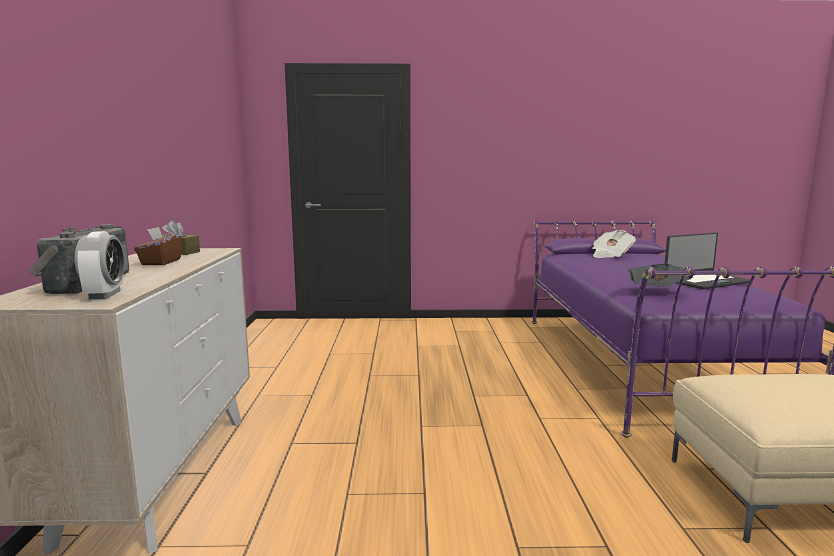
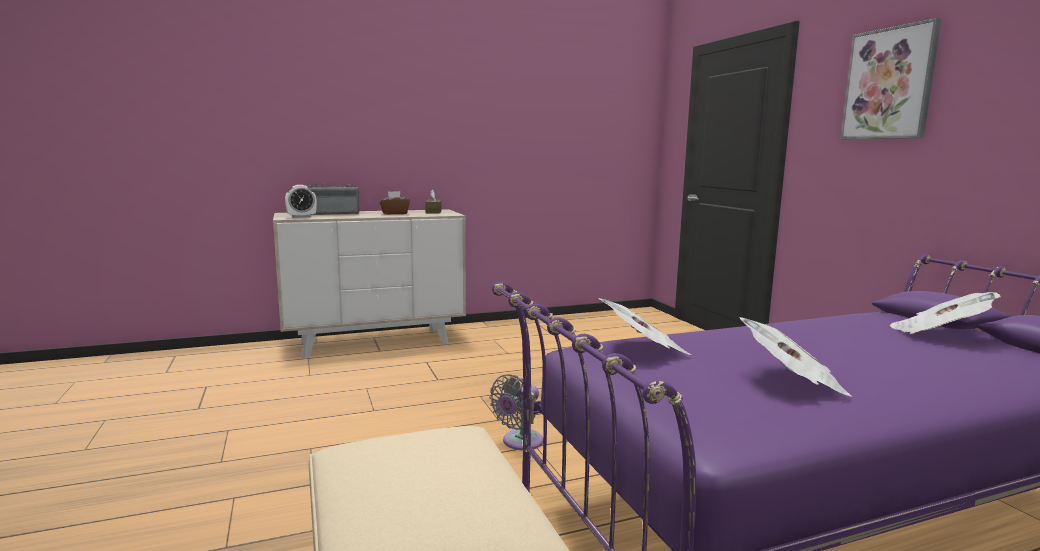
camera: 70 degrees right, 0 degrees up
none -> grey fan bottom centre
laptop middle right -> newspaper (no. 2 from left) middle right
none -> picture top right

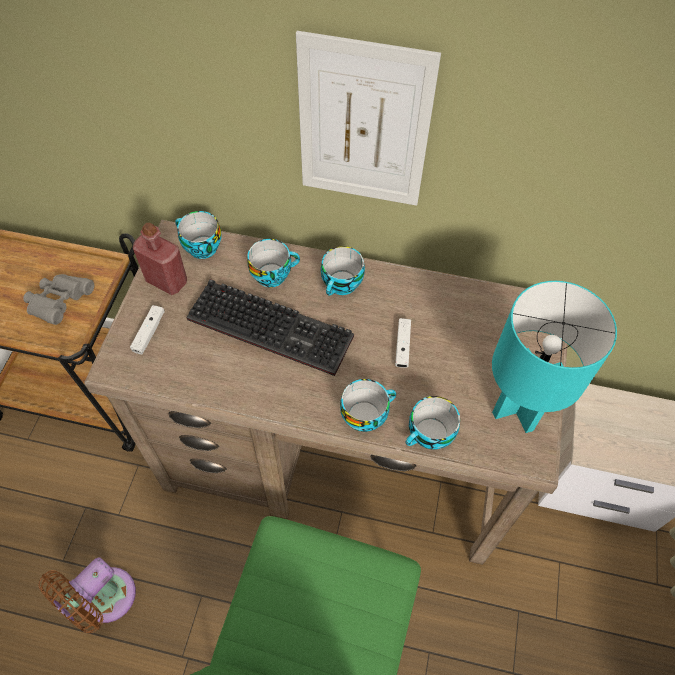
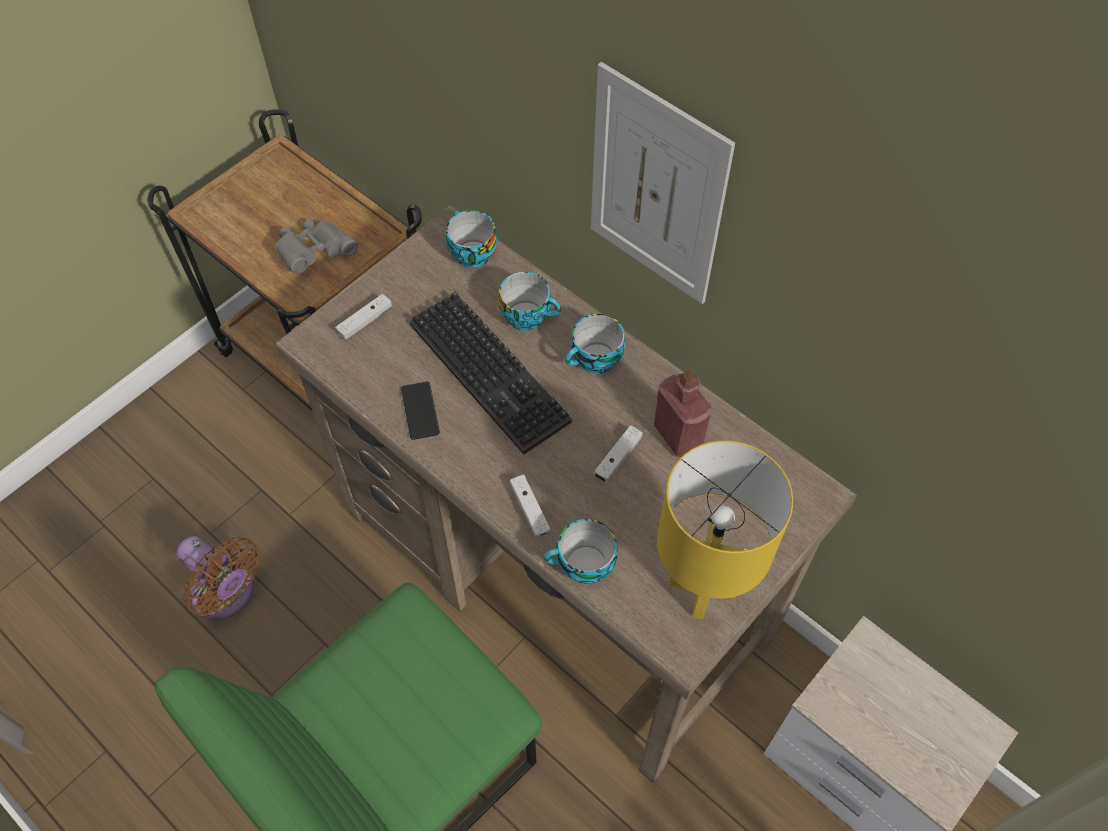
camera: 30 degrees right, 0 degrees up
brown fan bottom left, 120 degrees counterclockwise
none -> phone centre
cup (no. 4 from left) centre -> white game controller (no. 2 from left) centre
red bottle middle left -> red bottle centre, relocated
turquoise table lamp middle right -> yellow table lamp centre

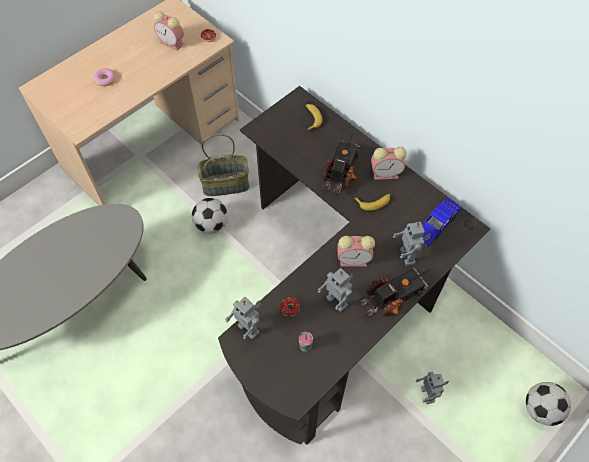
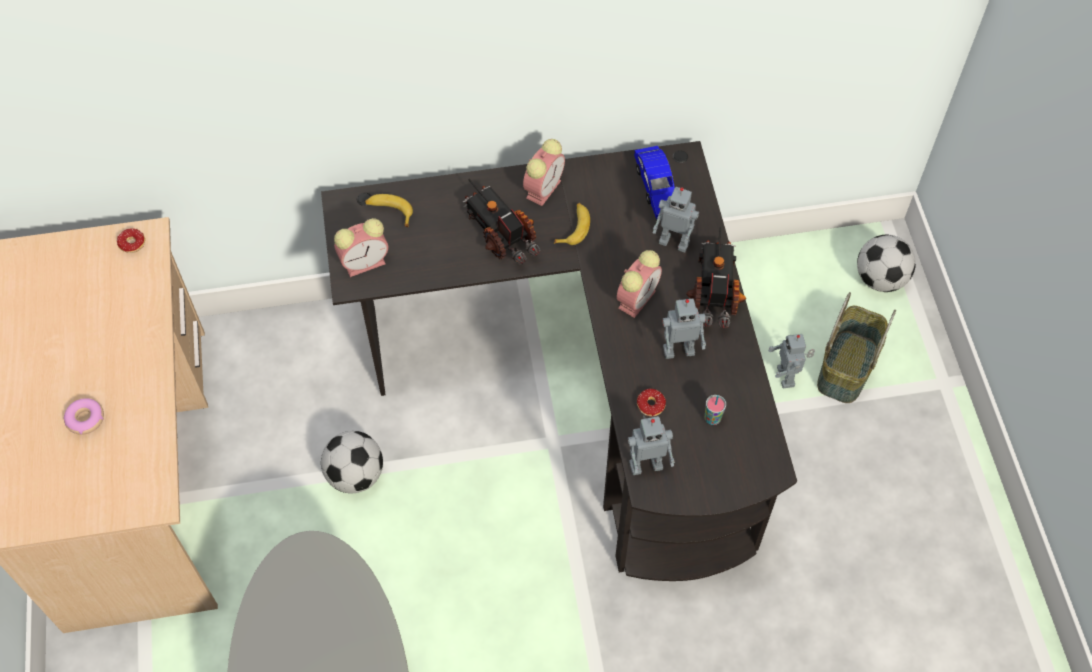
camera: 55 degrees left, 0 degrees up
alarm clock (no. 1 from left) top left -> alarm clock (no. 1 from left) middle left, relocated
toy robot (no. 4 from left) bottom right -> toy robot (no. 4 from left) middle right, 60 degrees clockwise
basket centre -> basket middle right, relocated

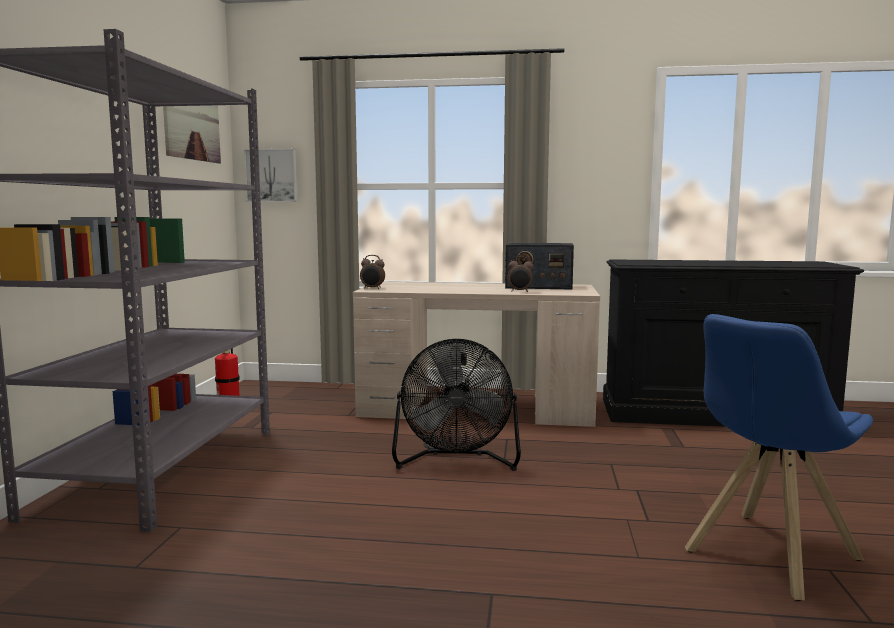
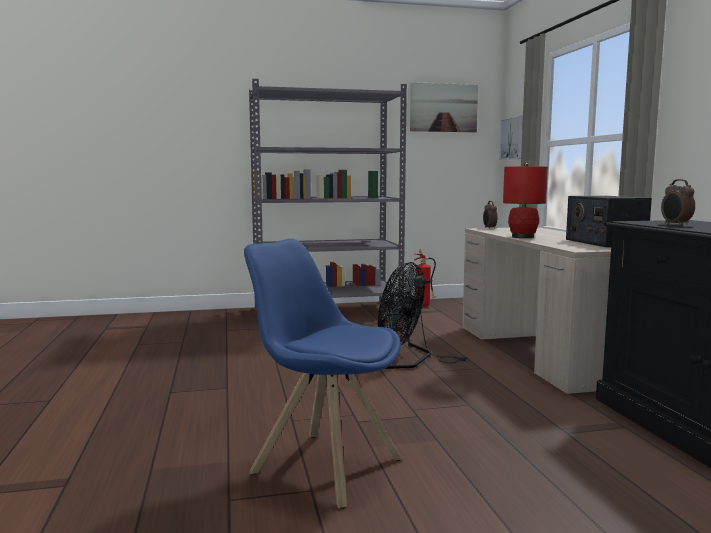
camera: 70 degrees right, 0 degrees up
black fan centre, 45 degrees clockwise
none -> red table lamp middle right
alarm clock (no. 2 from left) centre -> alarm clock (no. 2 from left) middle right, relocated

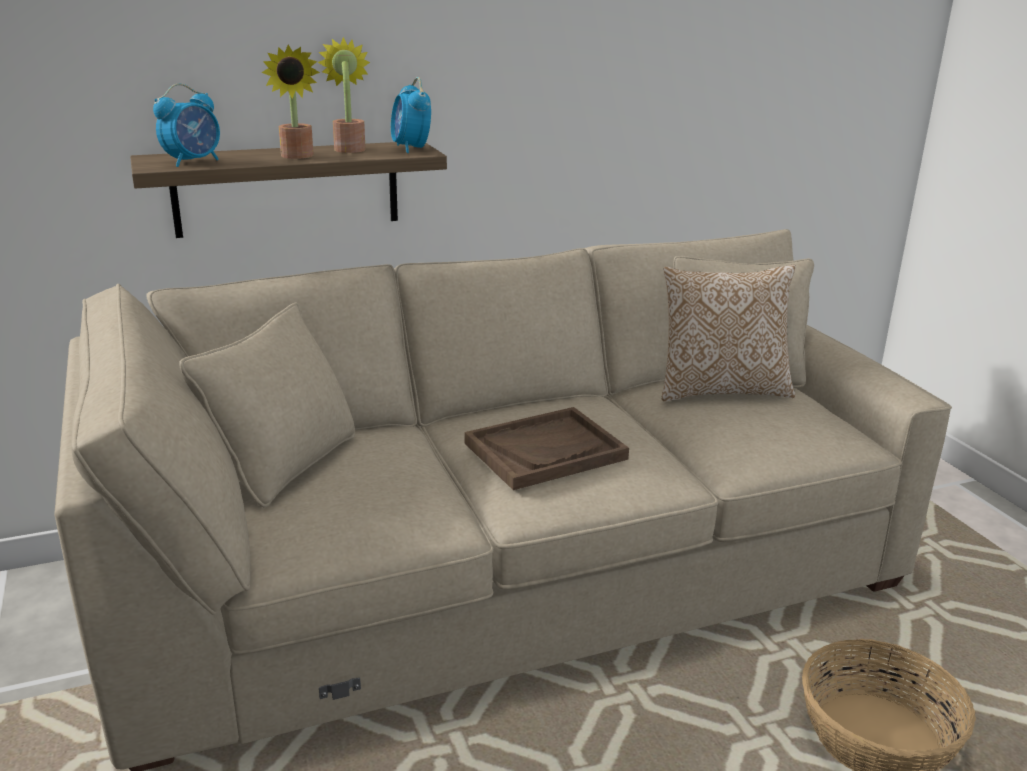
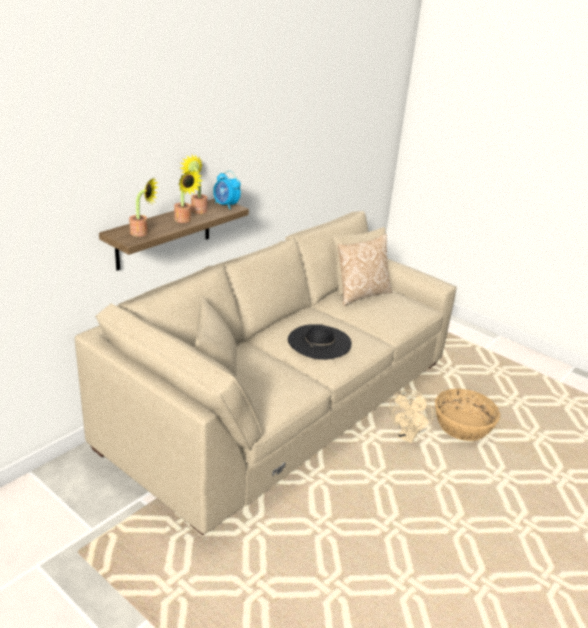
camera: 30 degrees left, 5 degrees up
alarm clock (no. 1 from left) top left -> potted plant (no. 1 from left) top left
brown tray centre -> black hat centre
none -> beige fan middle right

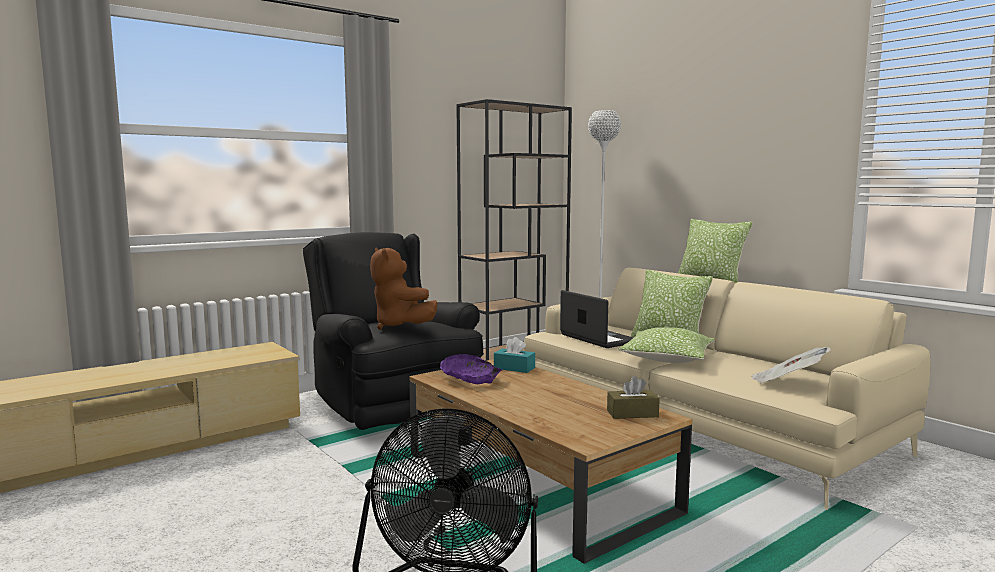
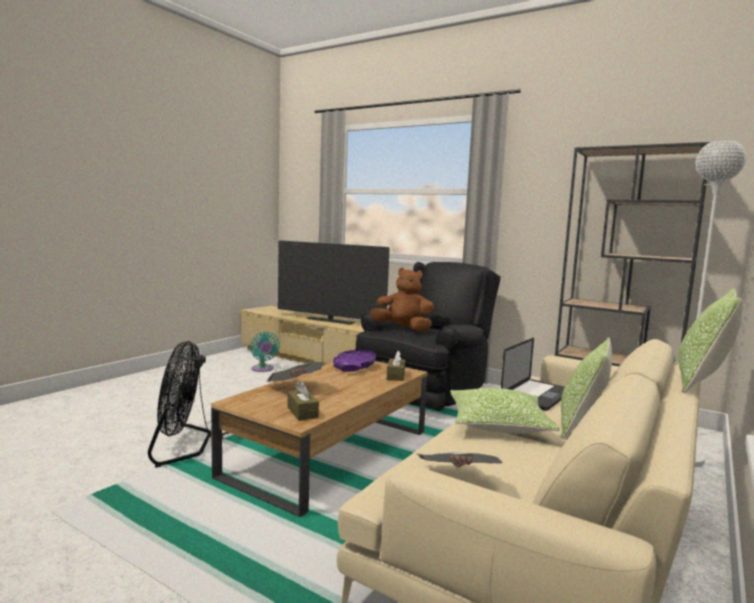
camera: 70 degrees right, 0 degrees up
none -> turquoise fan centre
none -> newspaper (no. 1 from left) centre
none -> television centre
brown plush toy centre, 75 degrees clockwise
turquoise tissue box centre -> brown tissue box (no. 2 from left) centre

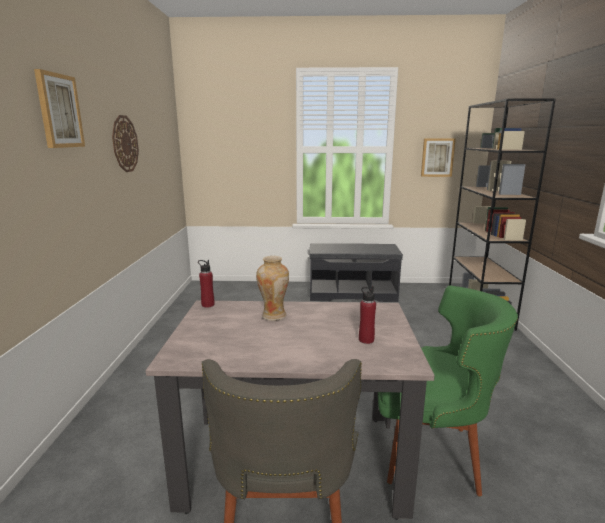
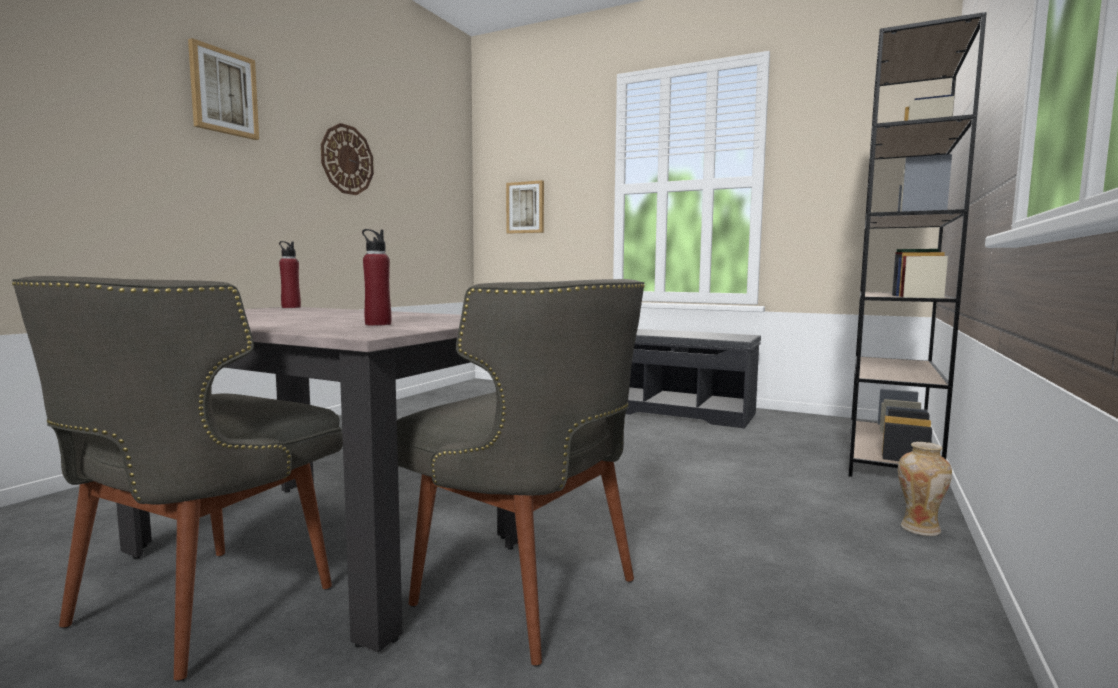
camera: 25 degrees right, 10 degrees down
green chair bottom right -> grey chair (no. 2 from left) bottom centre
picture (no. 2 from left) top right -> picture (no. 2 from left) top centre, relocated
vase centre -> vase bottom right, relocated

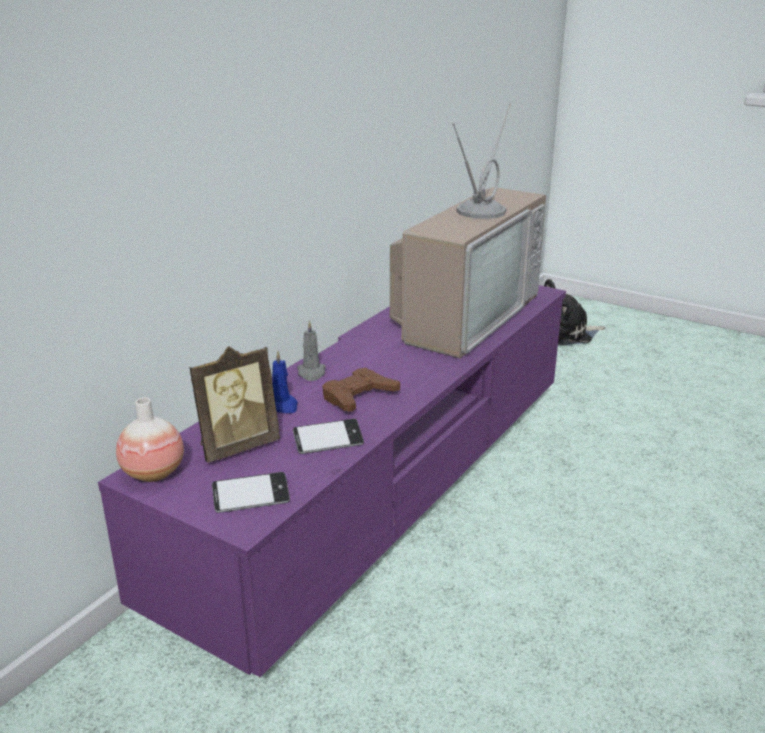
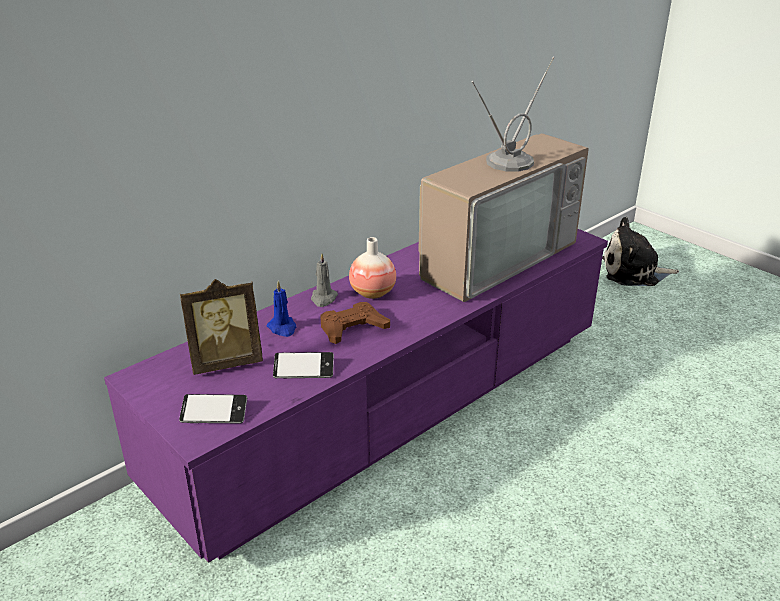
camera: 15 degrees right, 5 degrees up
vase middle left -> vase centre, relocated

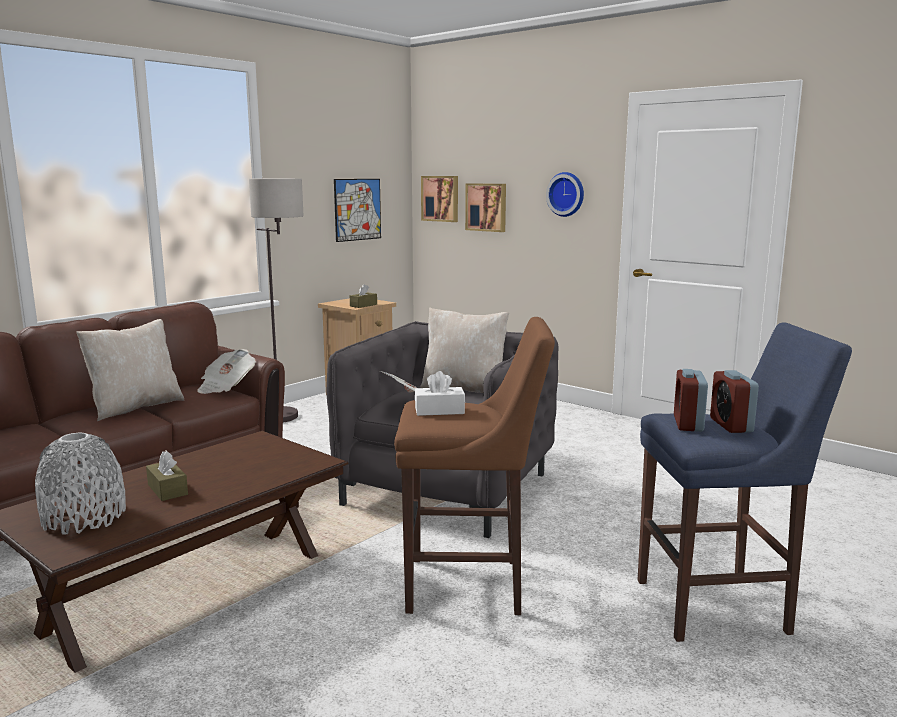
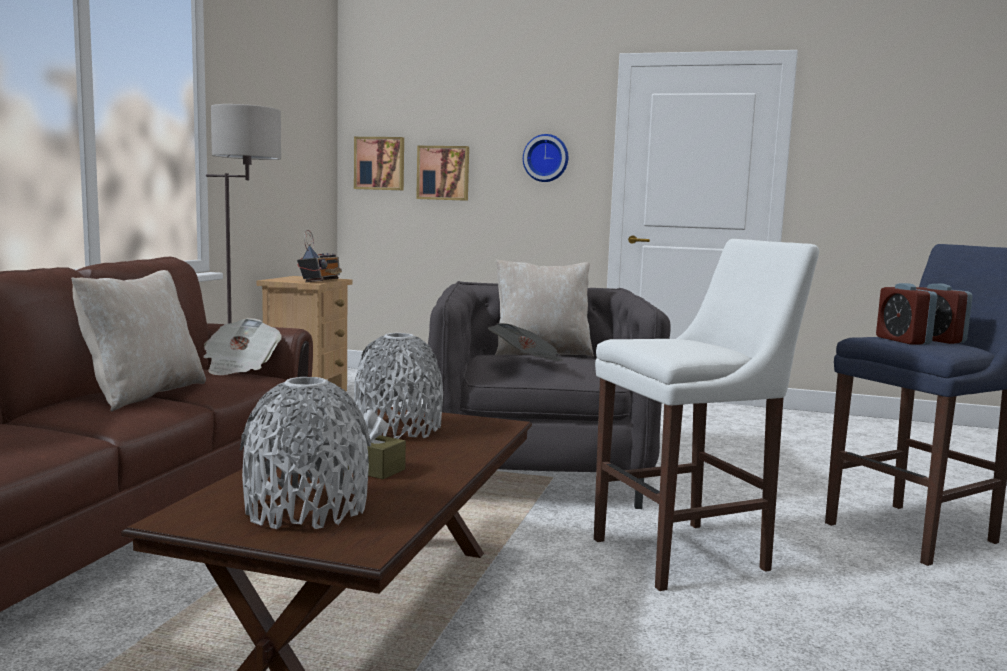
camera: 25 degrees left, 5 degrees down
brown tissue box (no. 2 from left) centre -> radio middle left
none -> grey vase (no. 2 from left) centre
brown stool centre -> white stool middle right
picture (no. 1 from left) top centre -> none
white tissue box centre -> none

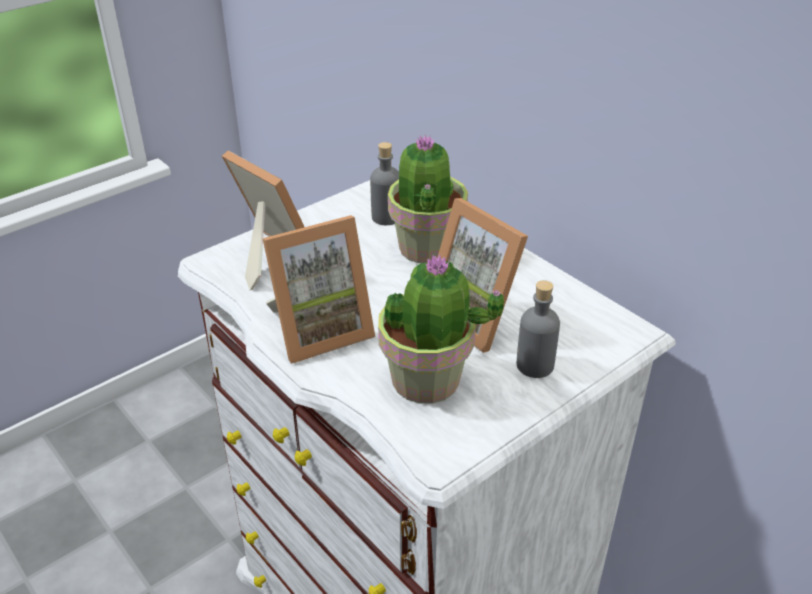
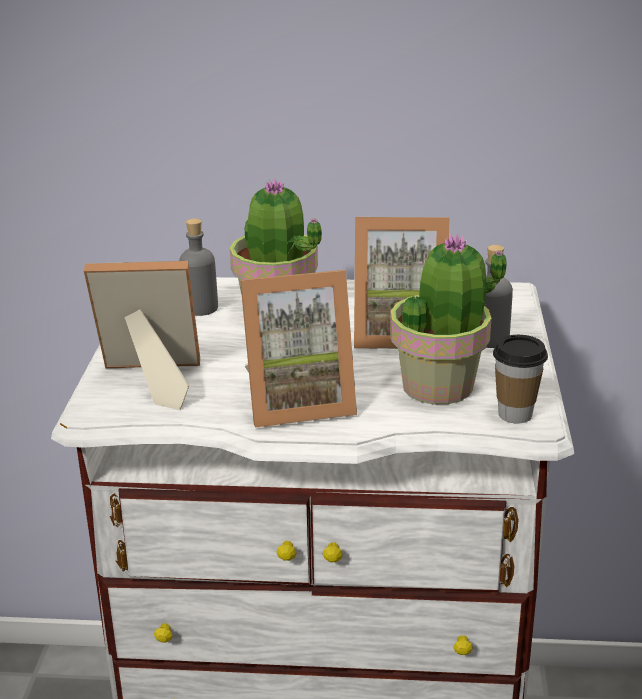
camera: 45 degrees left, 10 degrees down
picture frame (no. 2 from left) centre, 60 degrees clockwise
none -> cup middle right

